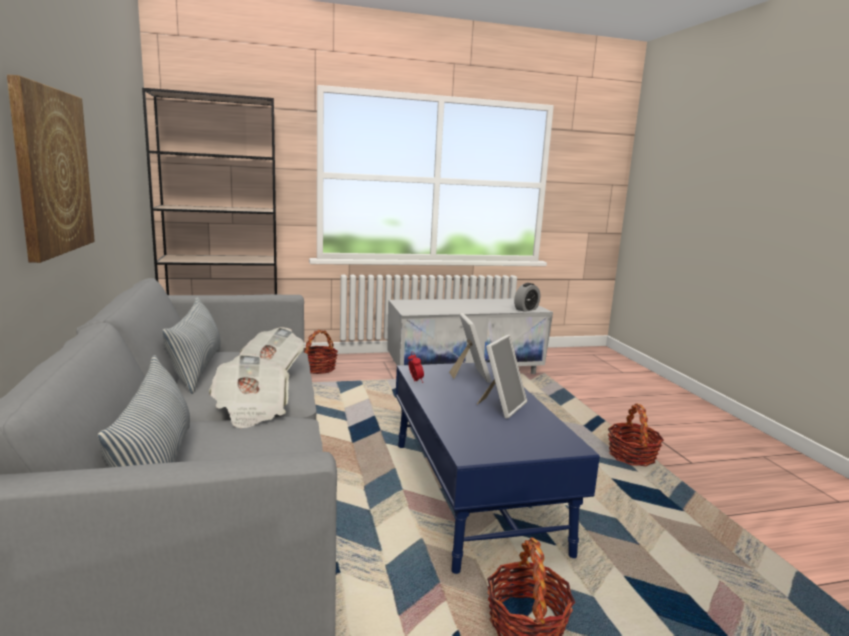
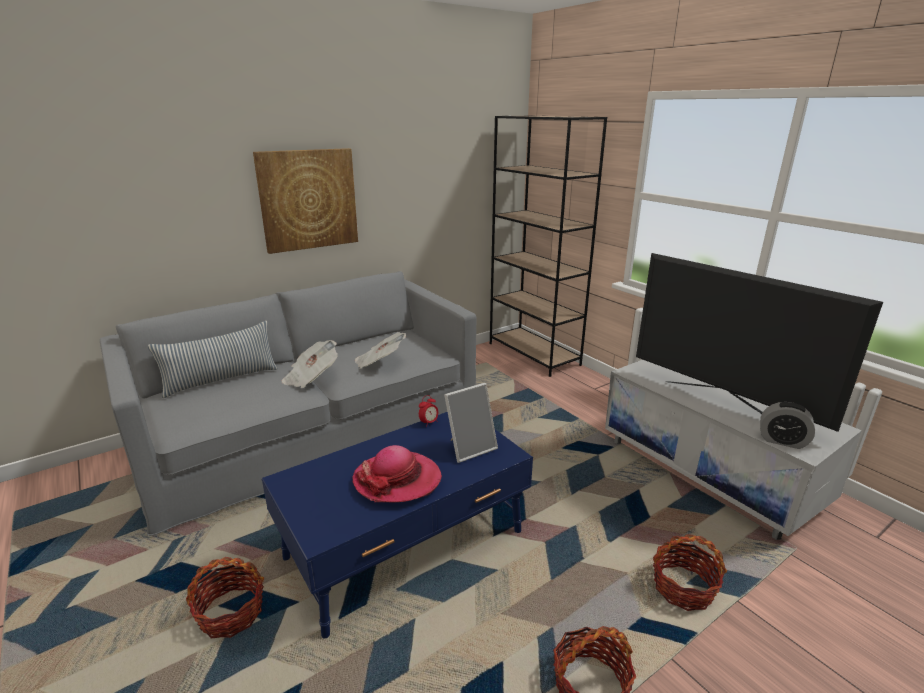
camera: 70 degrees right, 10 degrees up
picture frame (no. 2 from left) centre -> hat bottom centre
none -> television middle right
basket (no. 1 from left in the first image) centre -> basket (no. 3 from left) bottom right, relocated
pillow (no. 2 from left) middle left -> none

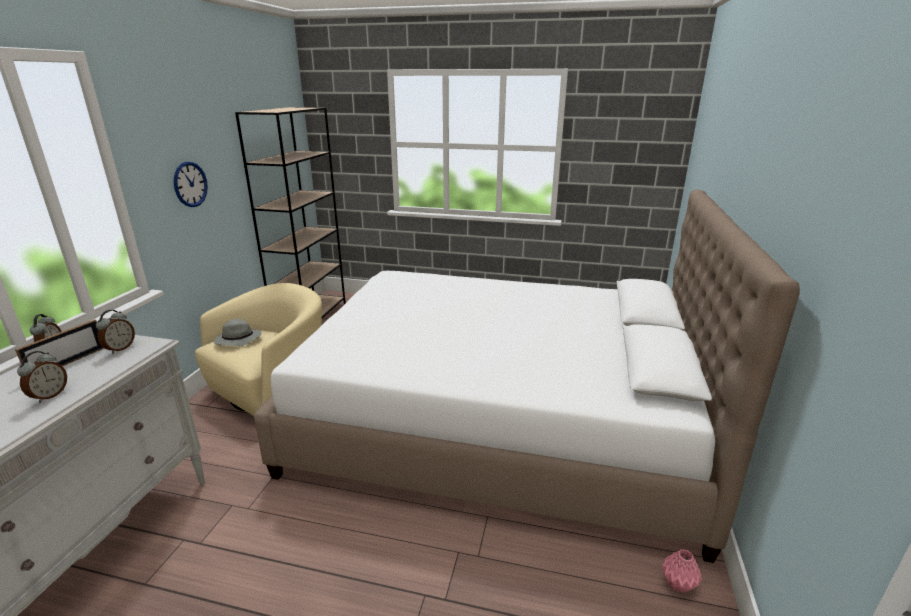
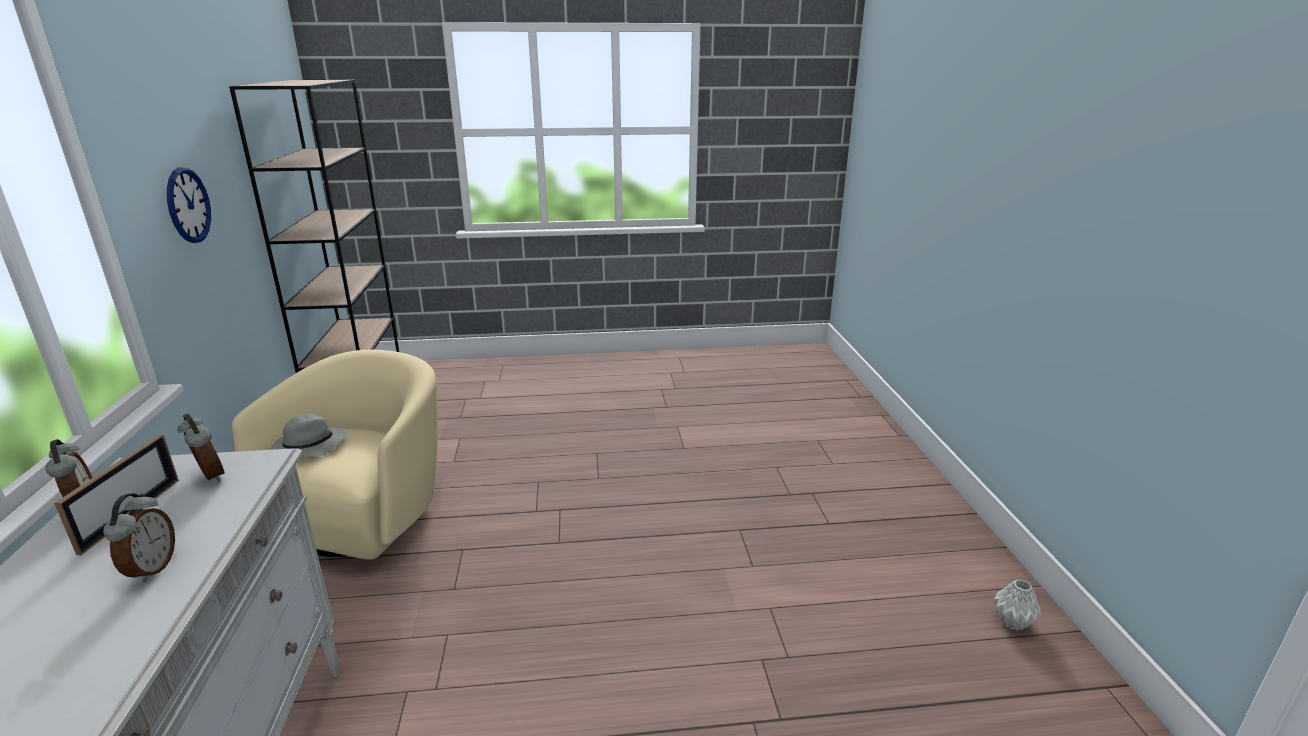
camera: 20 degrees left, 0 degrees up
alarm clock (no. 3 from left) middle left, 45 degrees counterclockwise
pink vase bottom right -> grey vase bottom right
white bed centre -> none

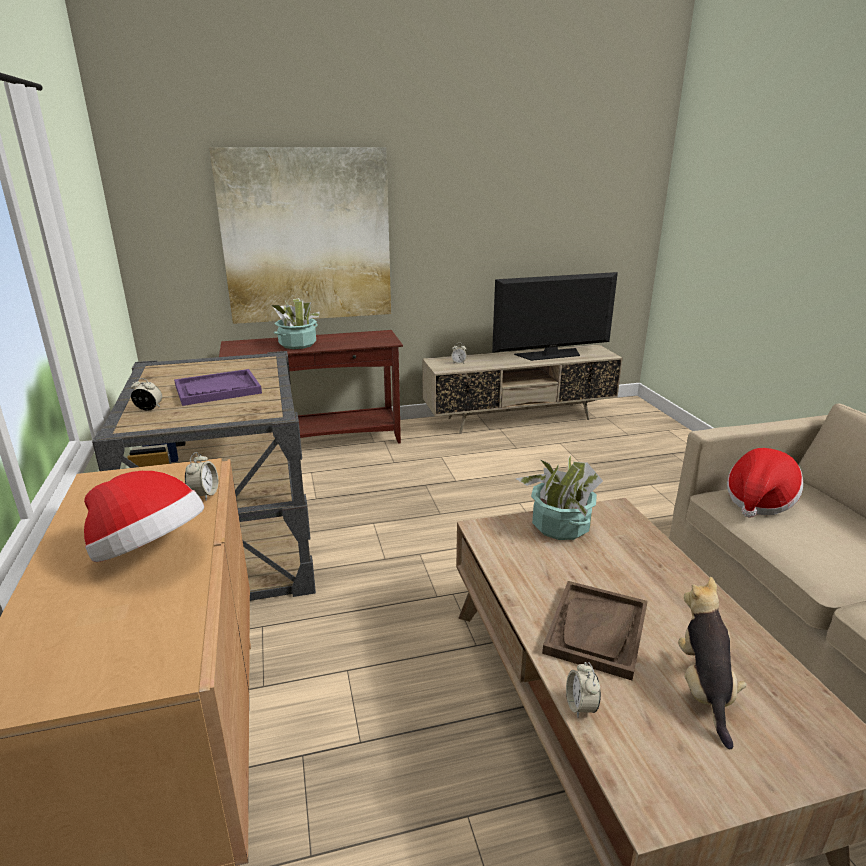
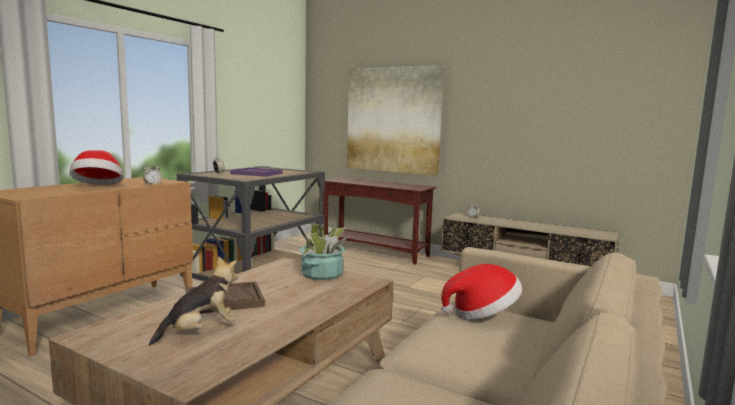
camera: 45 degrees right, 15 degrees down
potted plant (no. 1 from left) centre -> none
television centre -> none
alarm clock (no. 4 from left) bottom right -> none

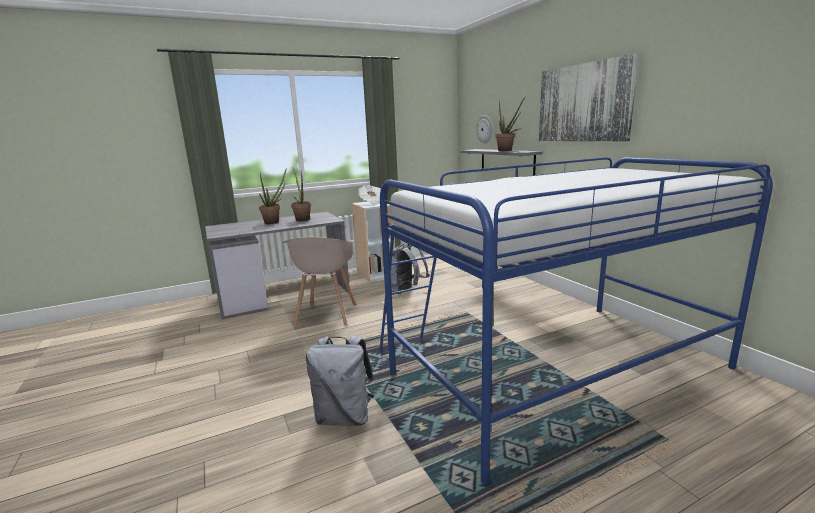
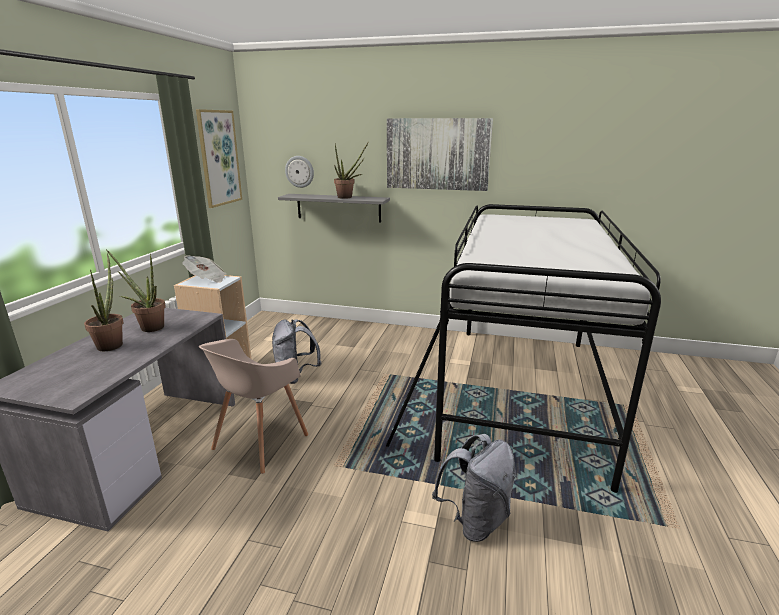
camera: 50 degrees left, 5 degrees up
none -> picture (no. 1 from left) top left
beige chair centre -> beige chair middle left, 75 degrees clockwise
blue bed middle right -> black bed middle right

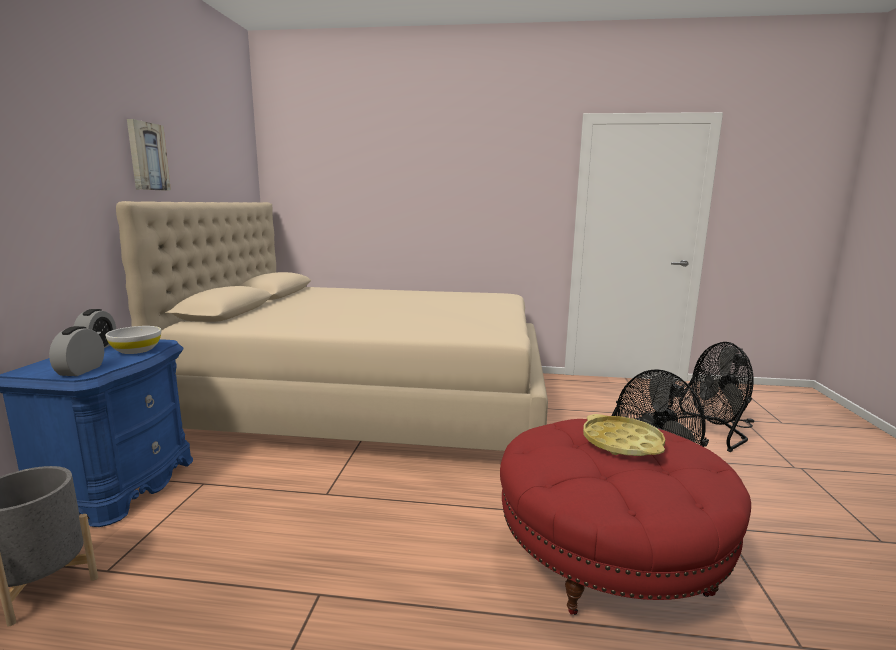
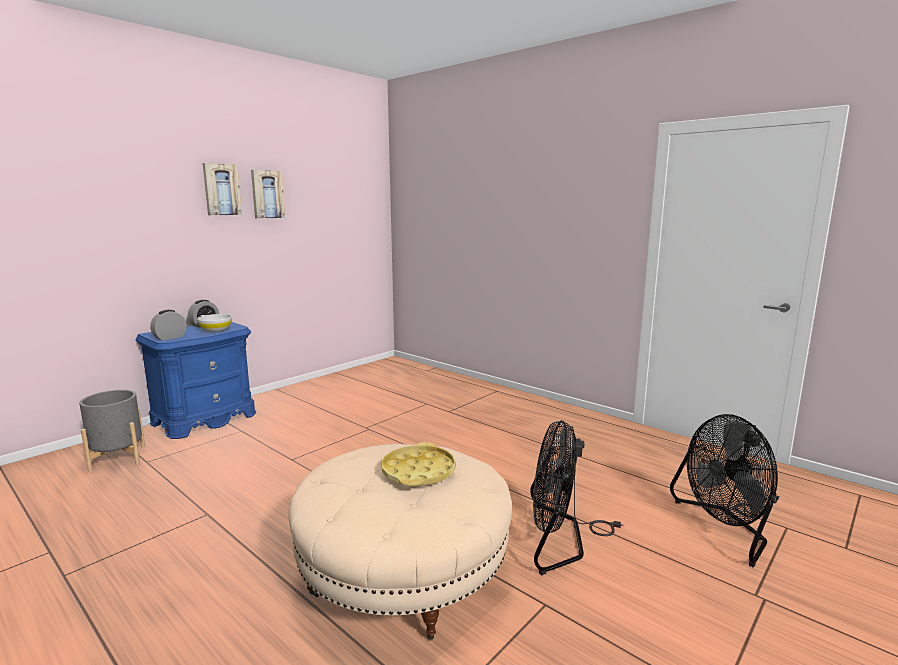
camera: 35 degrees right, 0 degrees up
none -> picture (no. 1 from left) top left
red ottoman bottom right -> beige ottoman bottom centre
black fan (no. 2 from left) middle right -> black fan (no. 2 from left) bottom right, 45 degrees counterclockwise
beige bed centre -> none

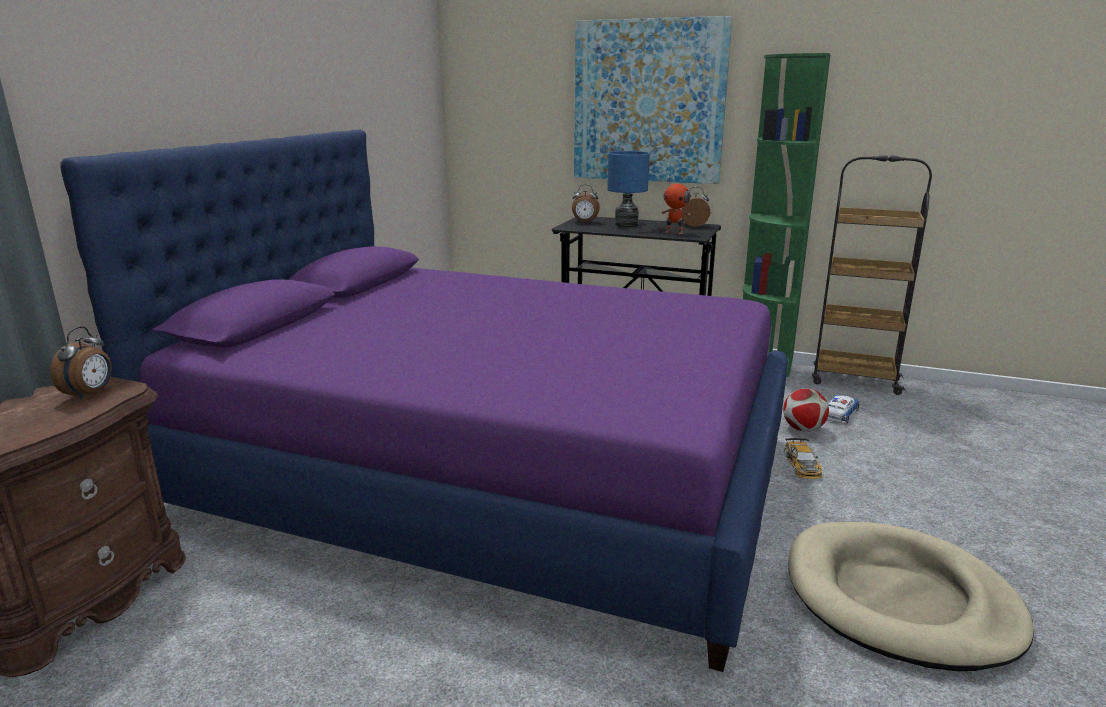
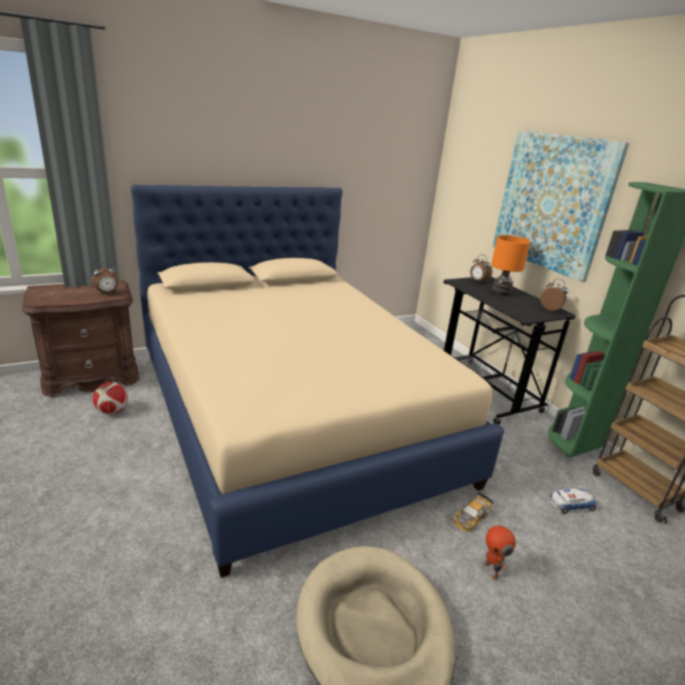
camera: 40 degrees right, 5 degrees up
football middle right -> football middle left, relocated
purple bed centre -> beige bed centre
toy robot top centre -> toy robot bottom right, relocated
blue table lamp top centre -> orange table lamp middle right

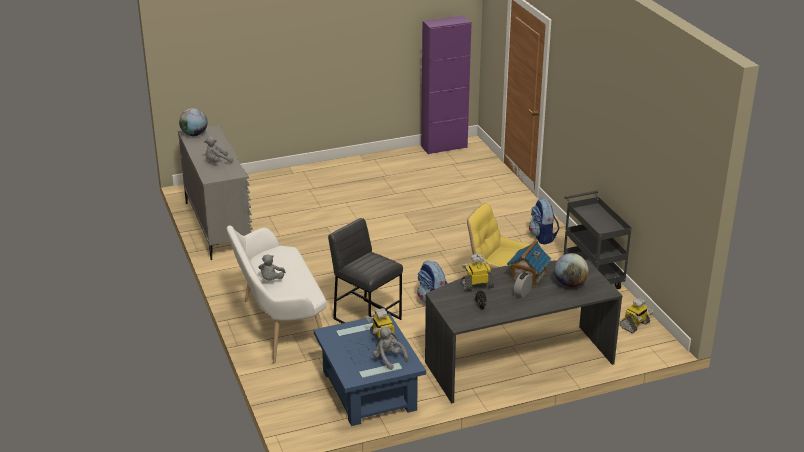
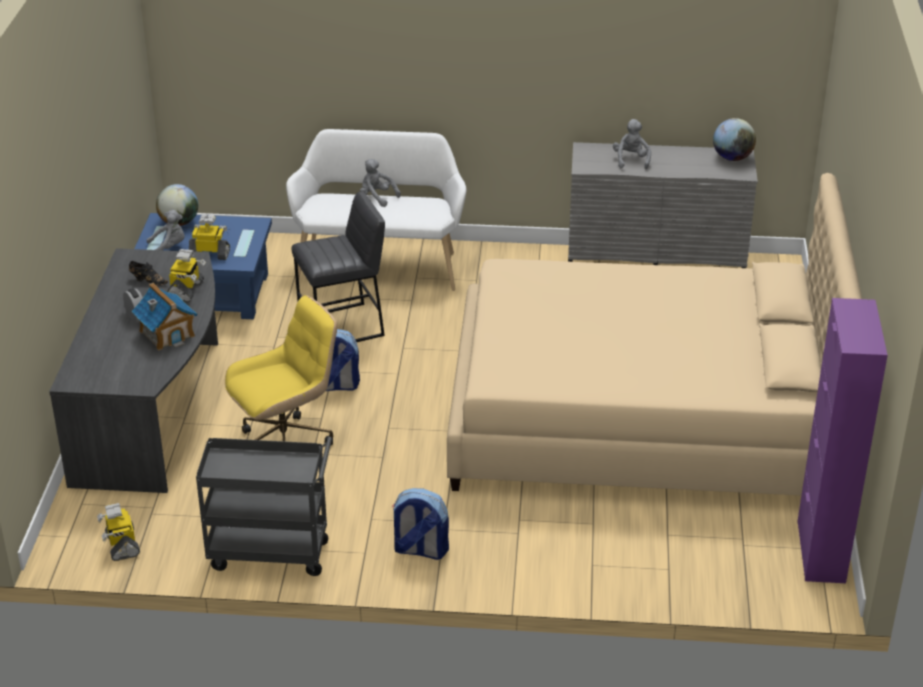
camera: 115 degrees right, 5 degrees up
globe (no. 2 from left in the first image) middle right -> globe (no. 1 from left) top left, relocated
none -> beige bed middle right

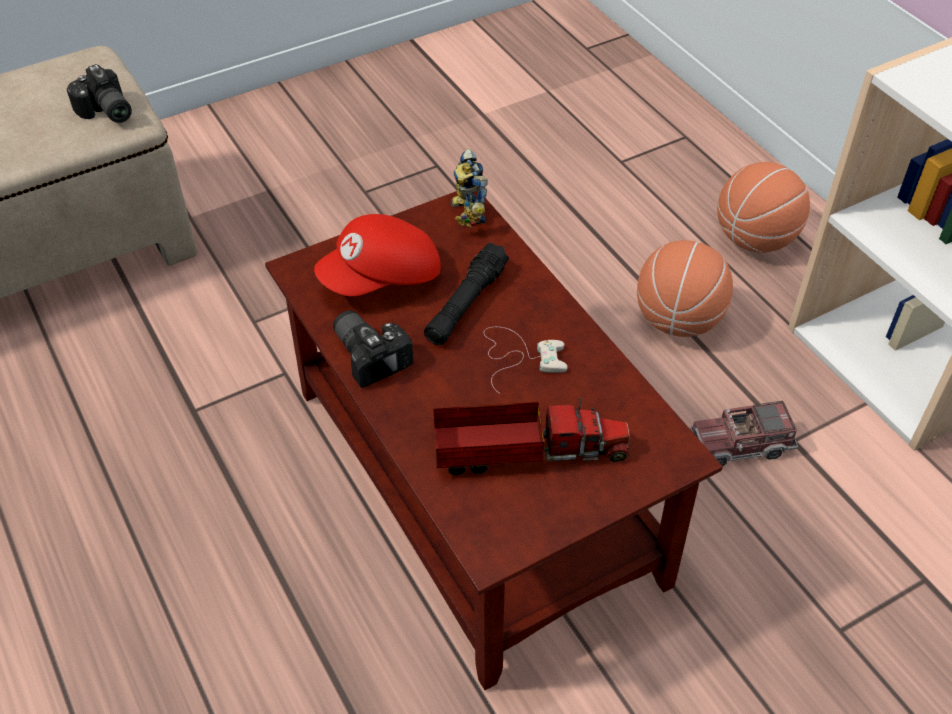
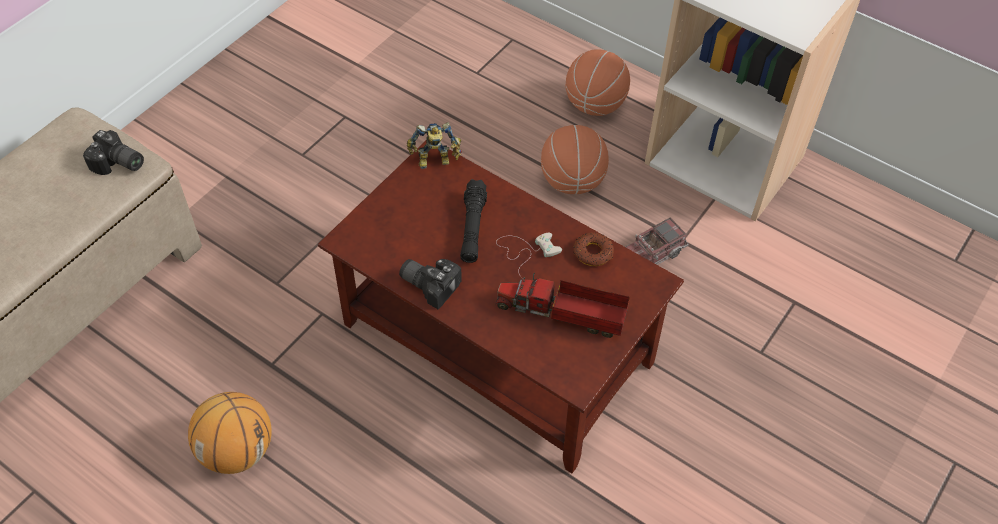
camera: 25 degrees left, 5 degrees up
none -> basketball (no. 1 from left) bottom left
toy robot top centre, 60 degrees counterclockwise
toy truck (no. 1 from left) centre, 135 degrees counterclockwise
none -> donut centre
red cap centre -> none

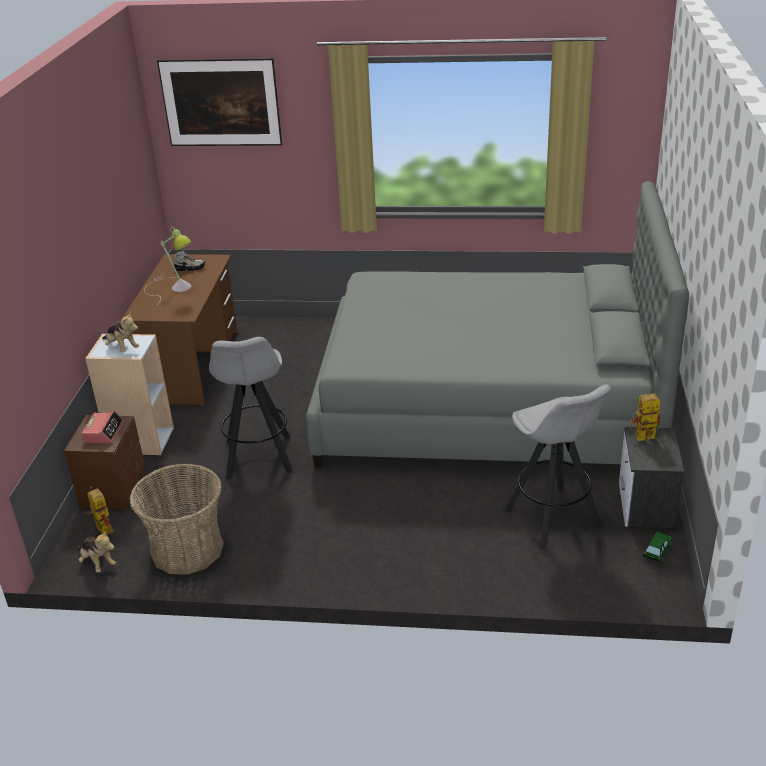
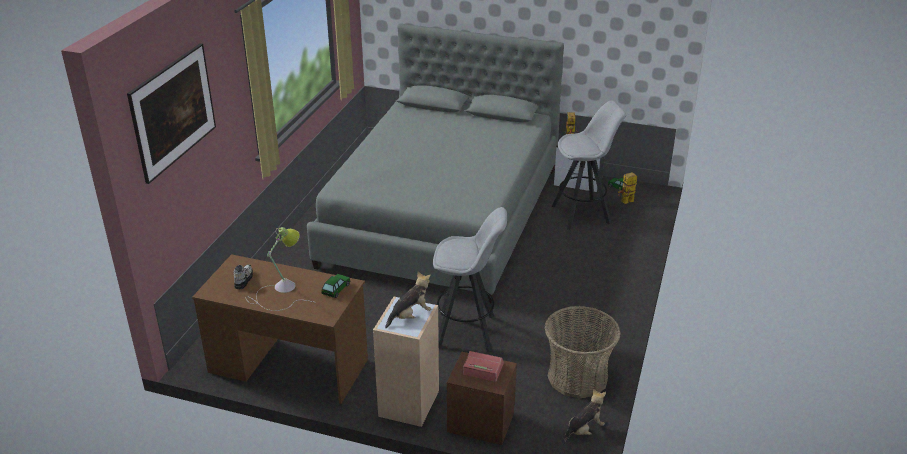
camera: 80 degrees left, 0 degrees up
none -> toy car (no. 1 from left) centre
toy robot (no. 1 from left in the first image) bottom left -> toy robot (no. 2 from left) middle right, relocated

